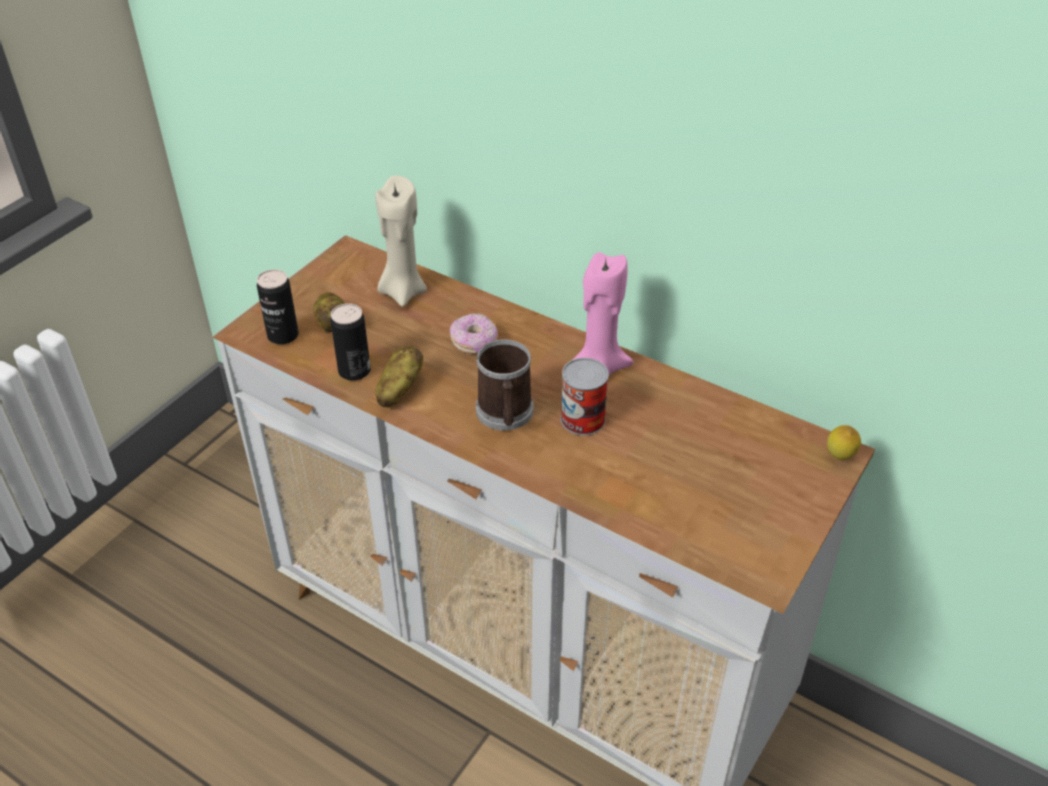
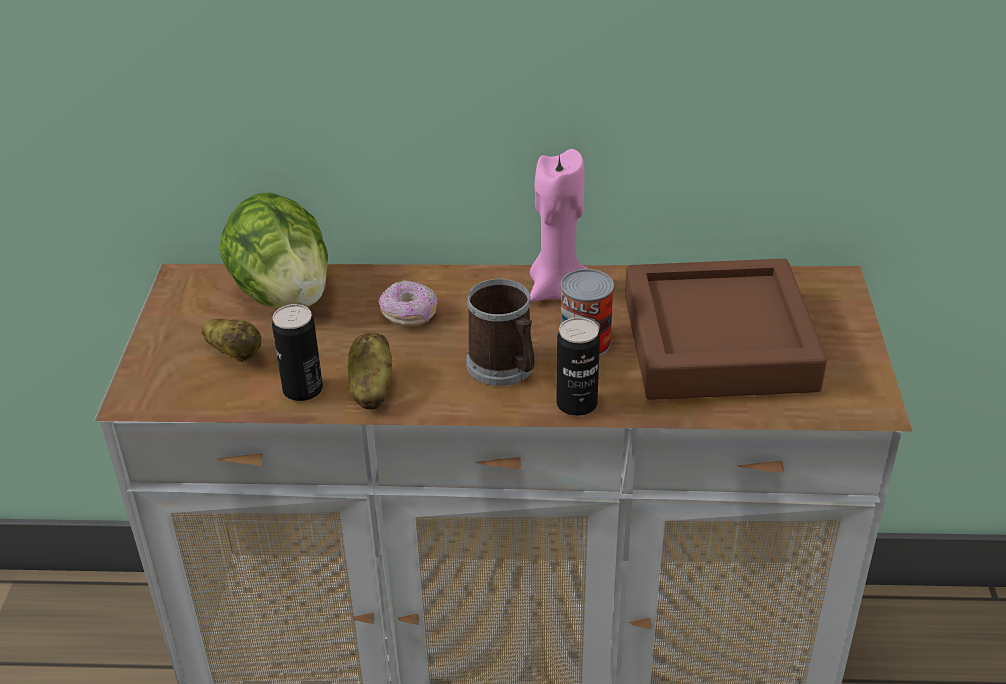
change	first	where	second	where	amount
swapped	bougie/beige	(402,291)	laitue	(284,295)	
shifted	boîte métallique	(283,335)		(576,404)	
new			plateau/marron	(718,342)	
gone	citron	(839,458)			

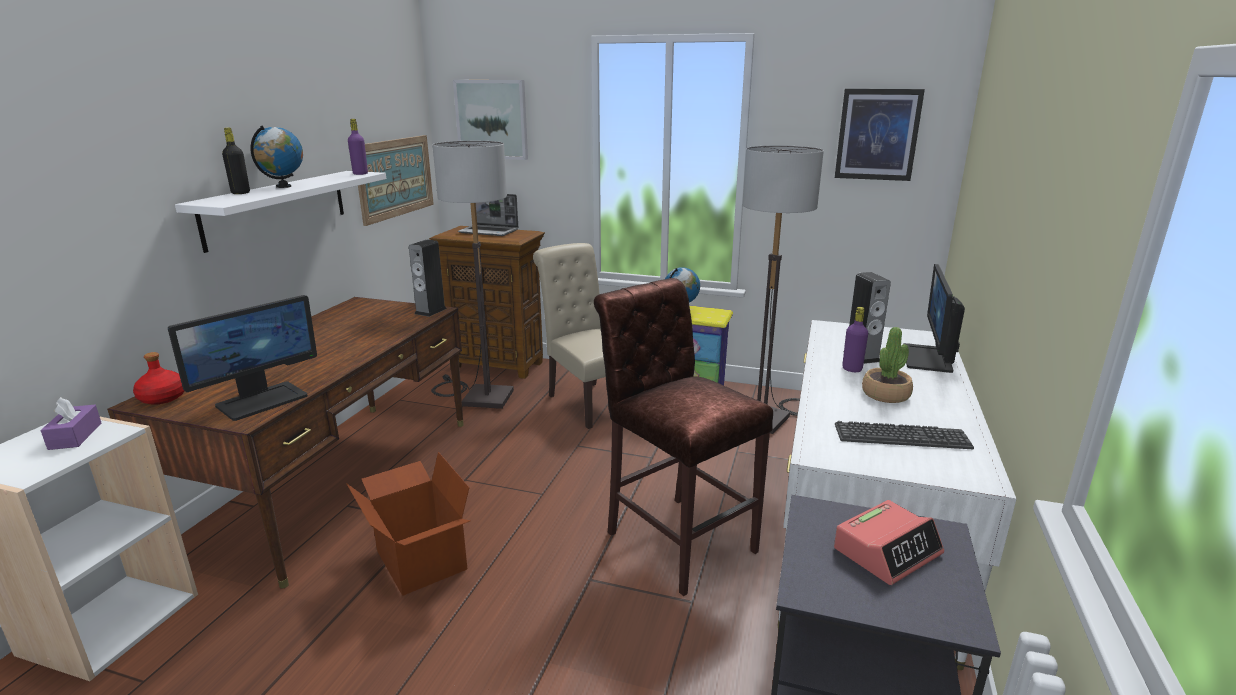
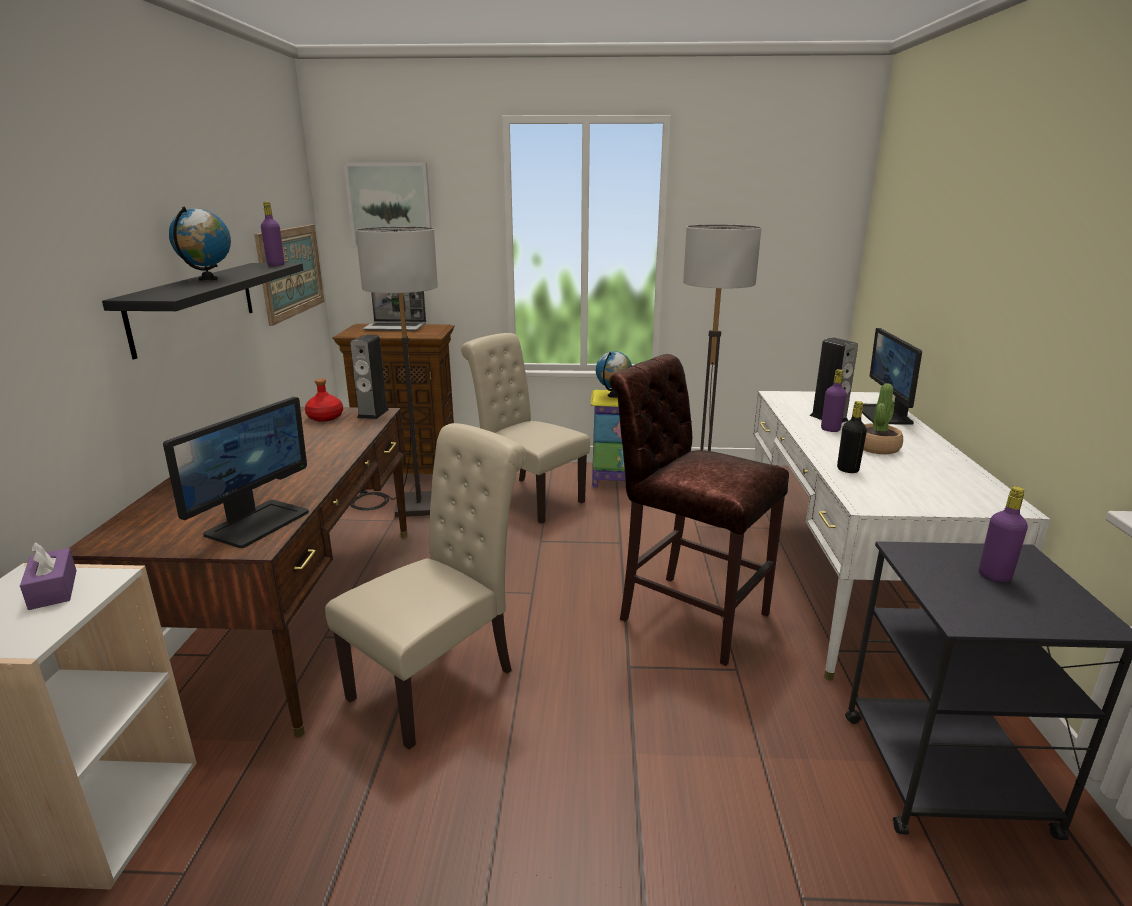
change	first	where	second	where	amount
repainted	étagère/blanc	(277,208)	étagère/noir	(195,305)	
shifted	bouteille/rouge	(162,398)		(325,417)	
swapped	carton	(419,560)	chaise/beige	(441,679)	
shifted	bouteille/noir	(240,193)		(847,469)	
swapped	réveil	(887,551)	bouteille/violet	(994,576)	
gone	tableau	(877,134)			
gone	clavier	(901,436)			

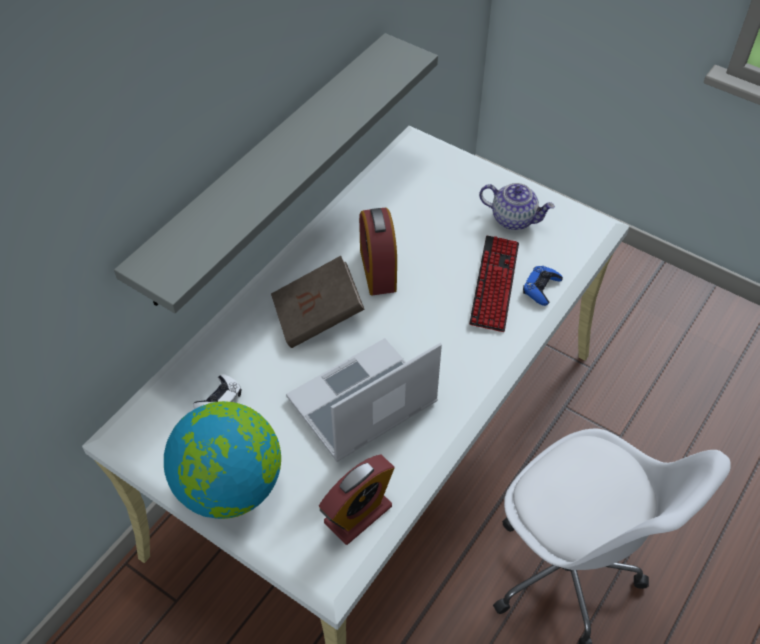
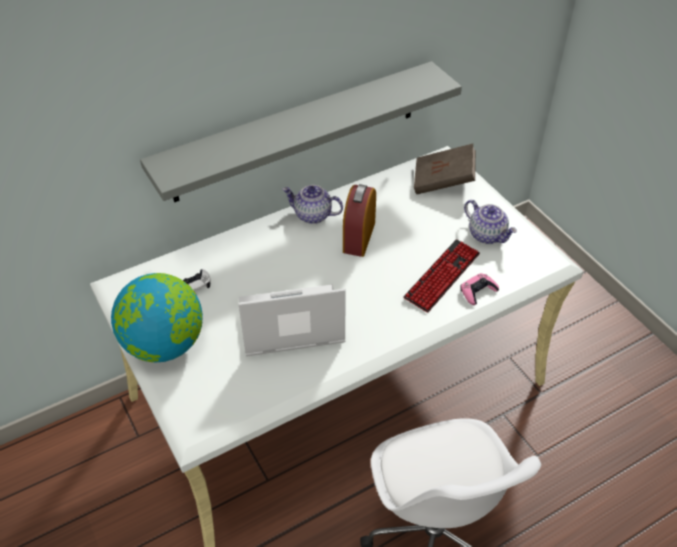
change	first	where	second	where	amount
new			théière	(312,215)	
shifted	livre/marron	(318,316)		(443,182)	
repainted	manette/bleu	(541,288)	manette/rose	(477,291)	
gone	réveil	(358,514)			

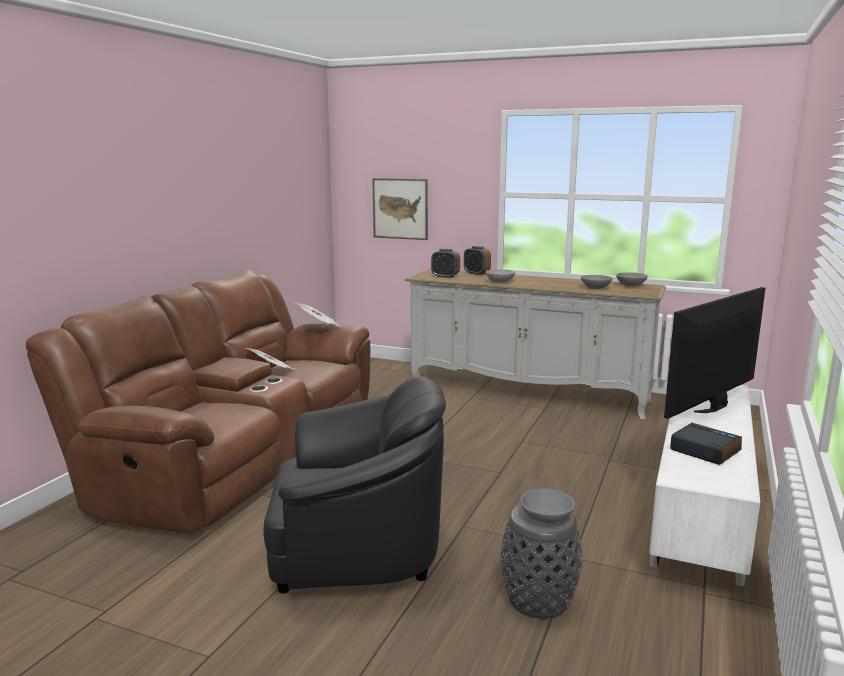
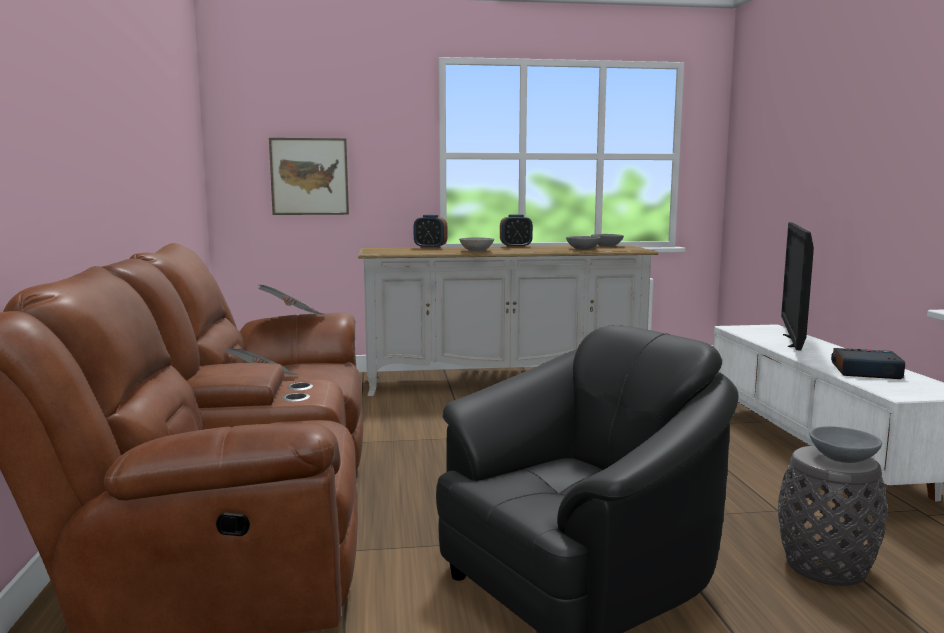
change	first	where	second	where	amount
shifted	réveil	(445,277)		(516,247)	

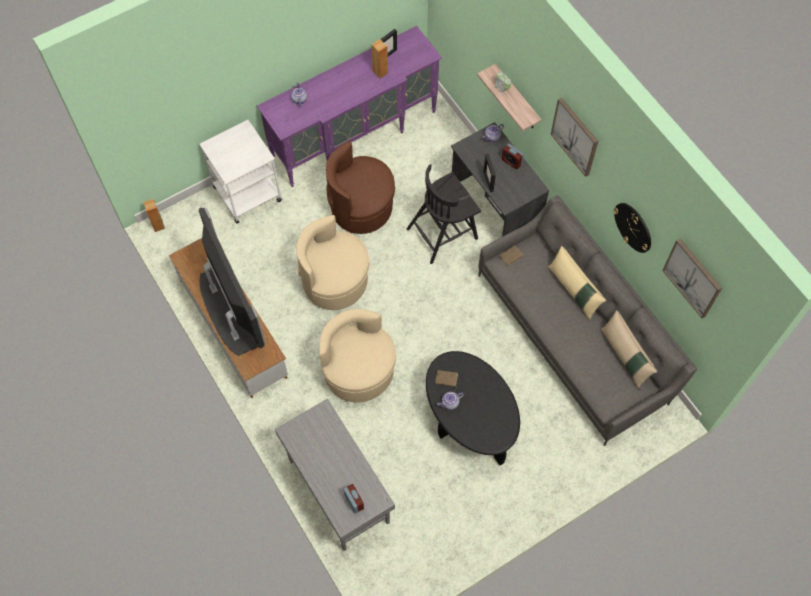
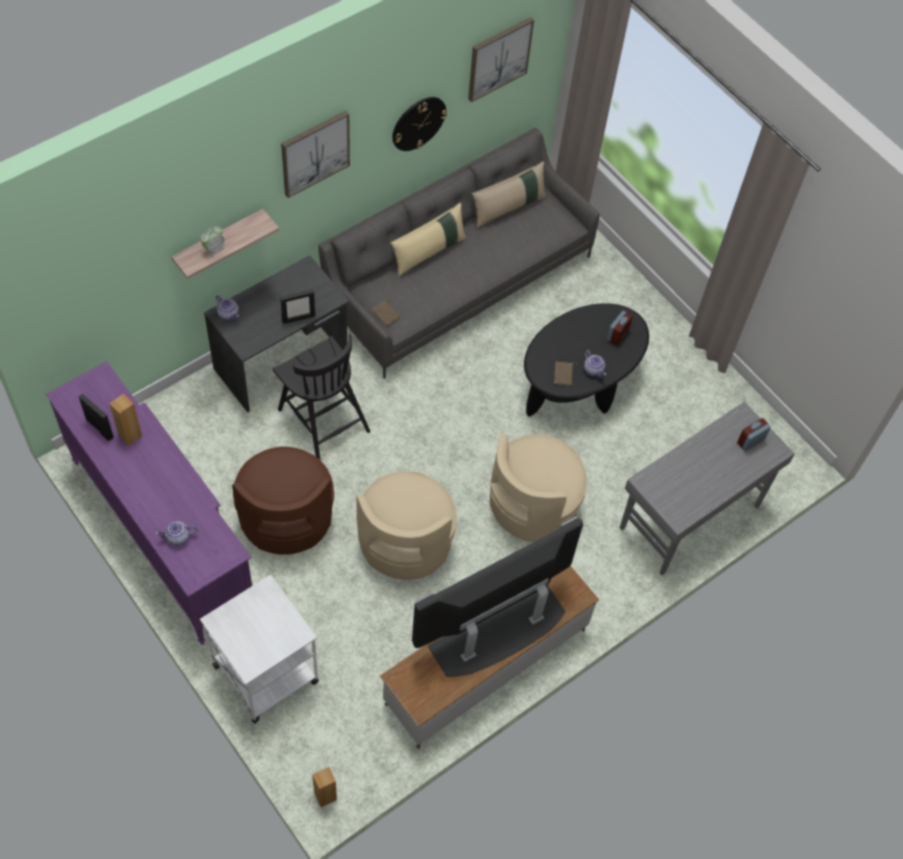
change	first	where	second	where	amount
shifted	réveil	(511,162)		(617,335)	

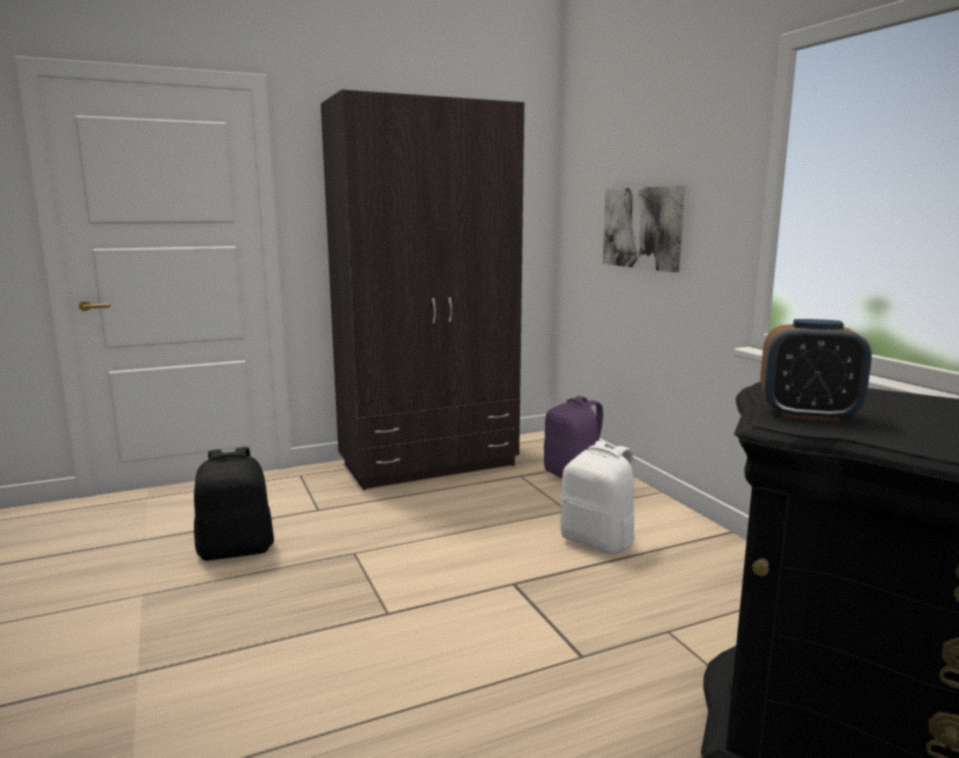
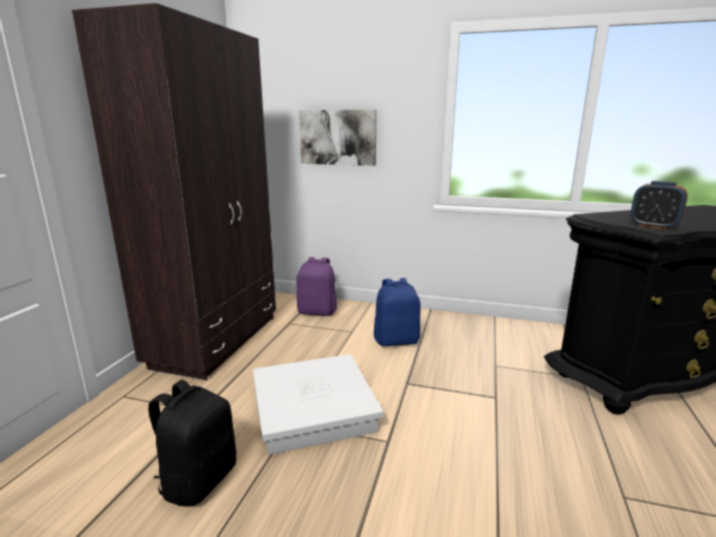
change	first	where	second	where	amount
new			boîte de rangement/blanc	(314,409)	
repainted	sac à dos/blanc	(598,542)	sac à dos/bleu	(396,340)	
rotated	réveil	(808,415)		(653,226)	75 degrees clockwise

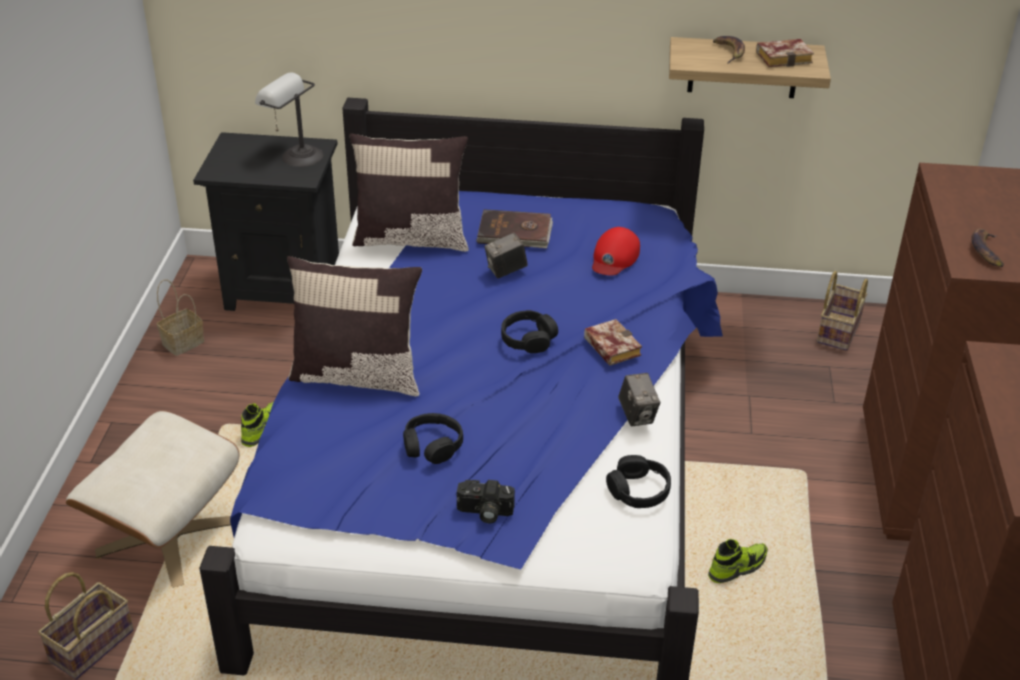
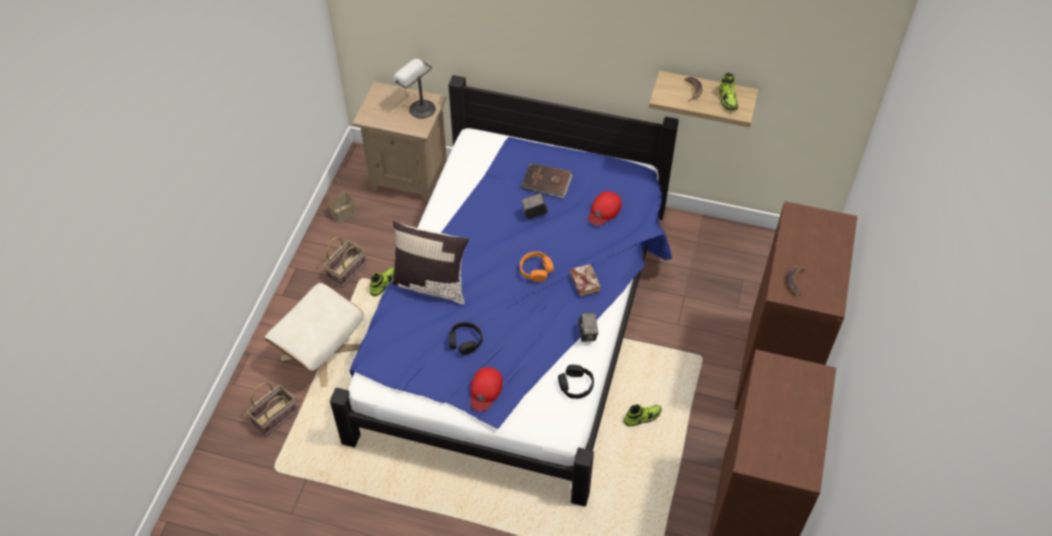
change	first	where	second	where	amount
shifted	panier	(837,330)		(347,270)	
repainted	table de chevet/noir	(284,291)	table de chevet/beige	(409,178)	
swapped	appareil photo	(484,512)	casquette/rouge	(485,390)	
repainted	casque audio/noir	(528,339)	casque audio/orange	(536,270)	
swapped	livre	(785,57)	chaussure	(727,99)	
gone	coussin	(411,240)			

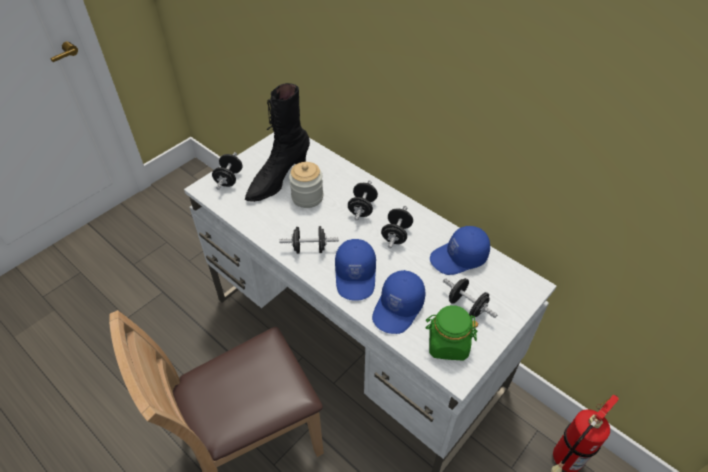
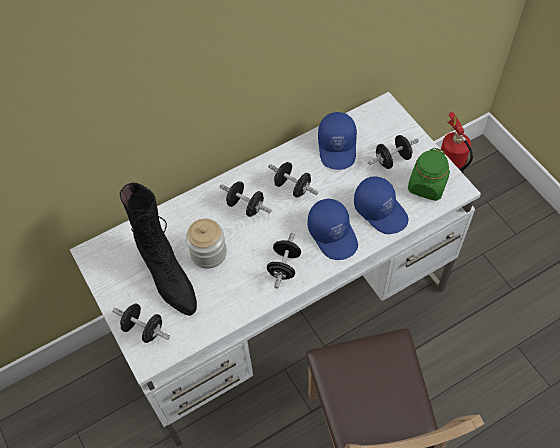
change	first	where	second	where	amount
rotated	casquette/bleu	(356,276)		(333,234)	45 degrees clockwise

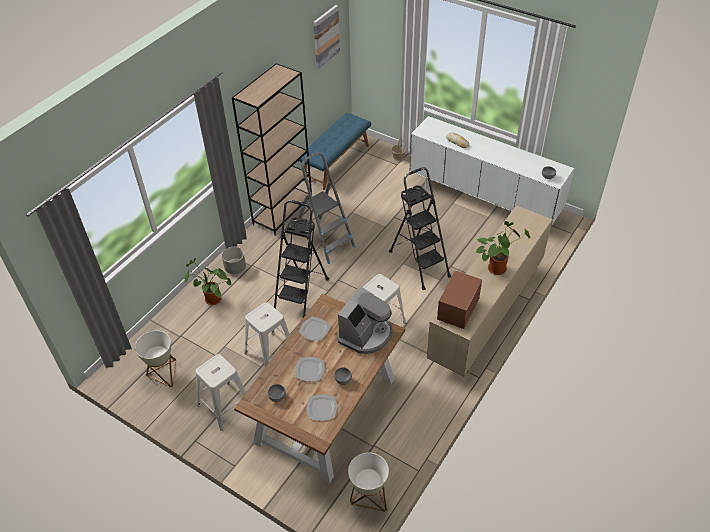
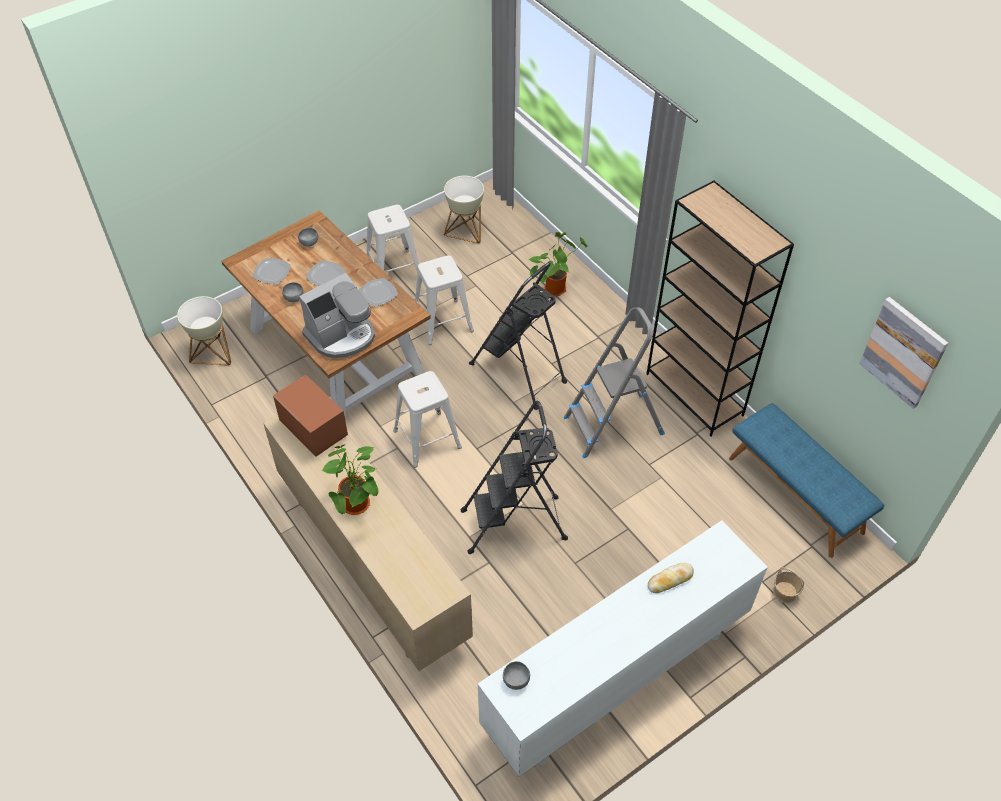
change	first	where	second	where	amount
rotated	machine à café	(366,334)		(342,335)	90 degrees counterclockwise
gone	cache-pot/gris	(235,268)			

